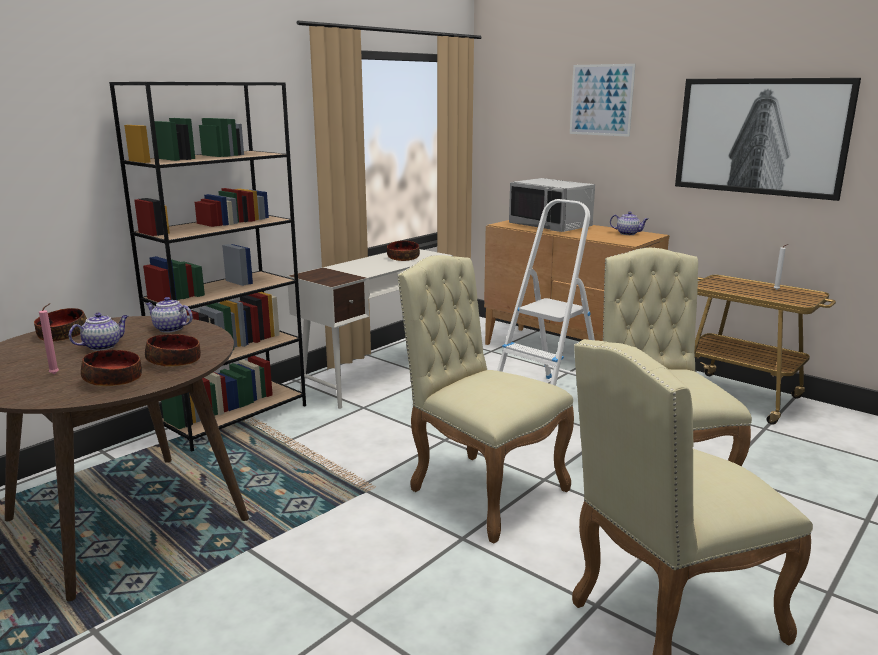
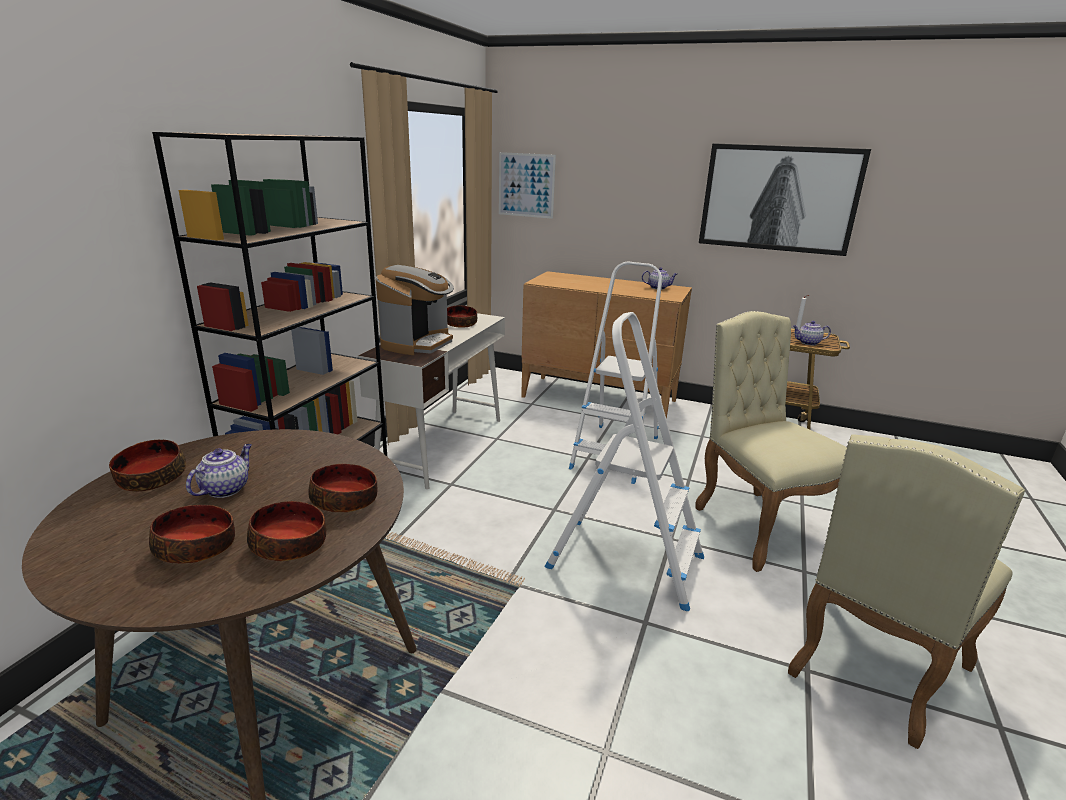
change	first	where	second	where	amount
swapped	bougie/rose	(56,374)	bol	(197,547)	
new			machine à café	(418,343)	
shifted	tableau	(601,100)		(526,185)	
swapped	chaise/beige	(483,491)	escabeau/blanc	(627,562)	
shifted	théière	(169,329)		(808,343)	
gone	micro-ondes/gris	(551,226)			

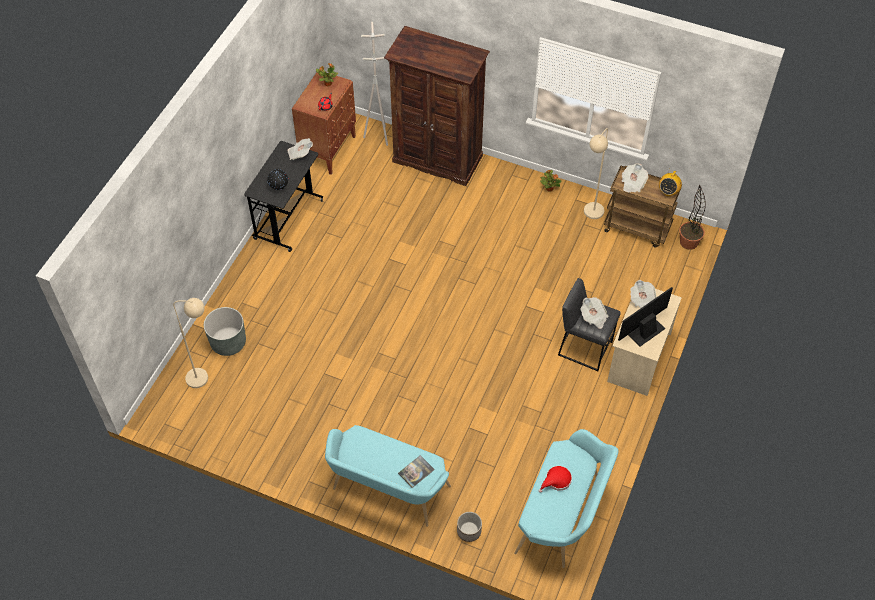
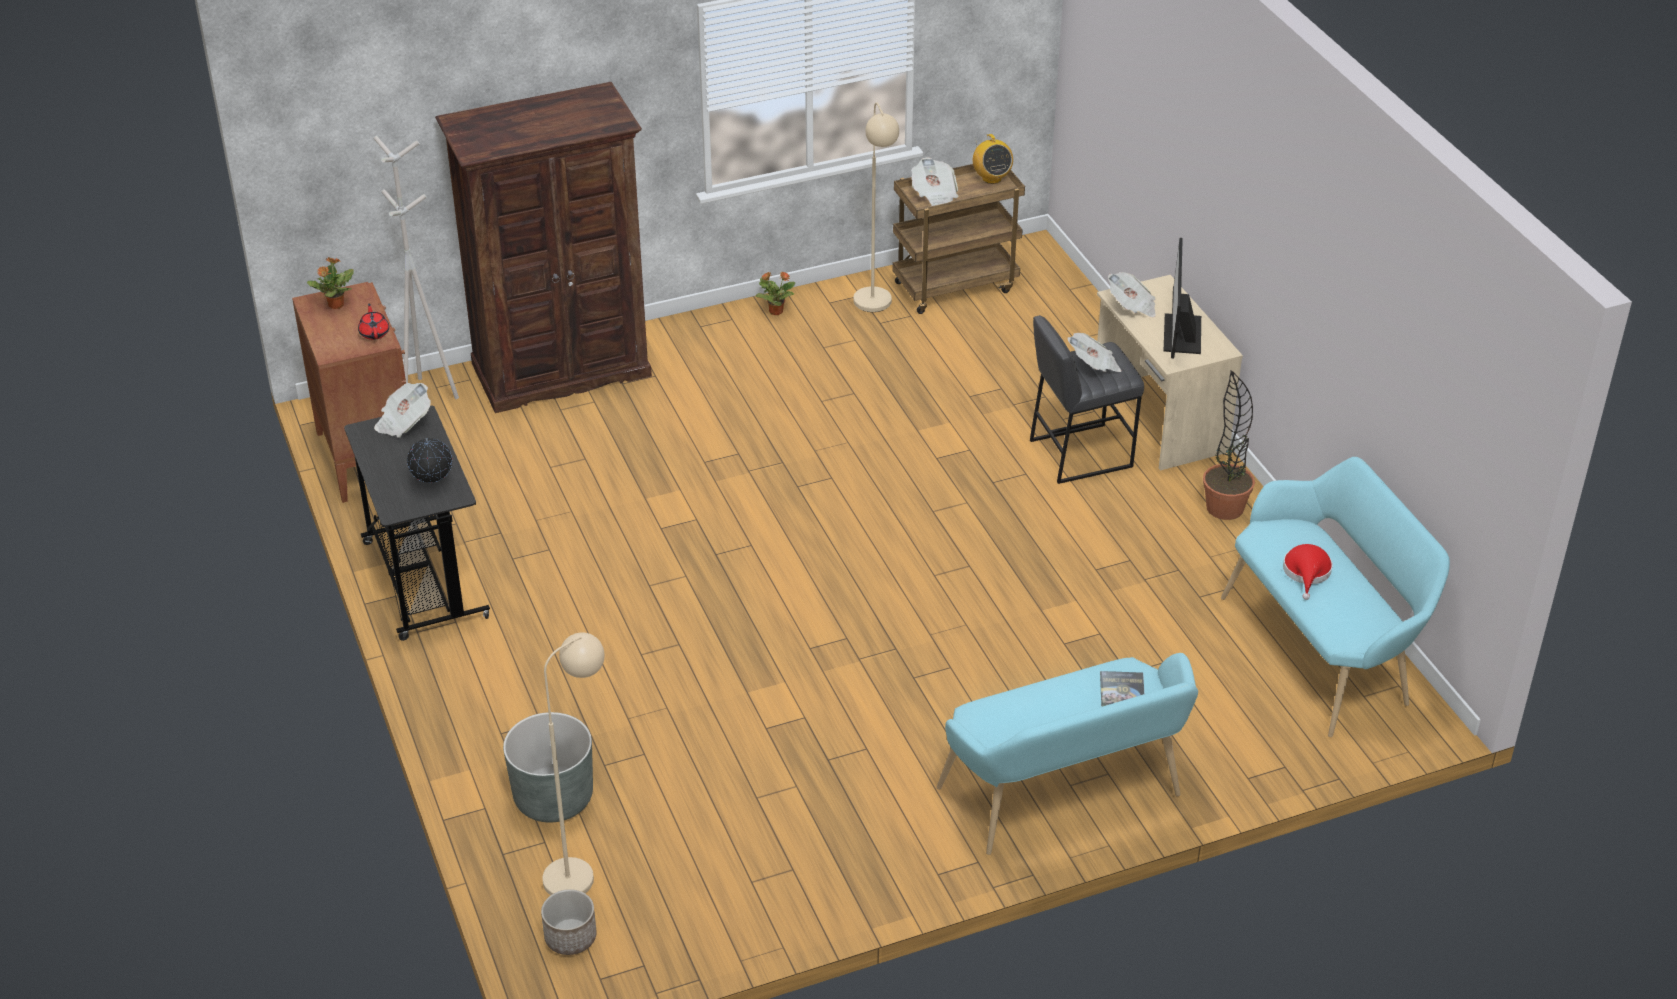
change	first	where	second	where	amount
shifted	cache-pot	(469,531)		(570,937)	
shifted	plante en pot	(688,242)		(1224,508)	

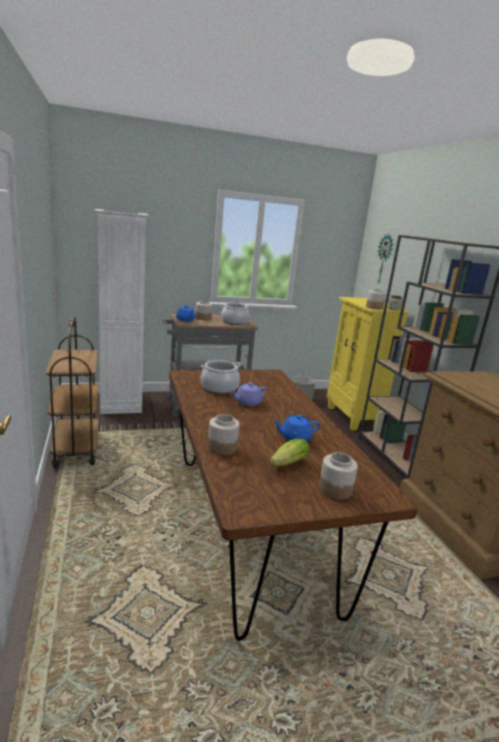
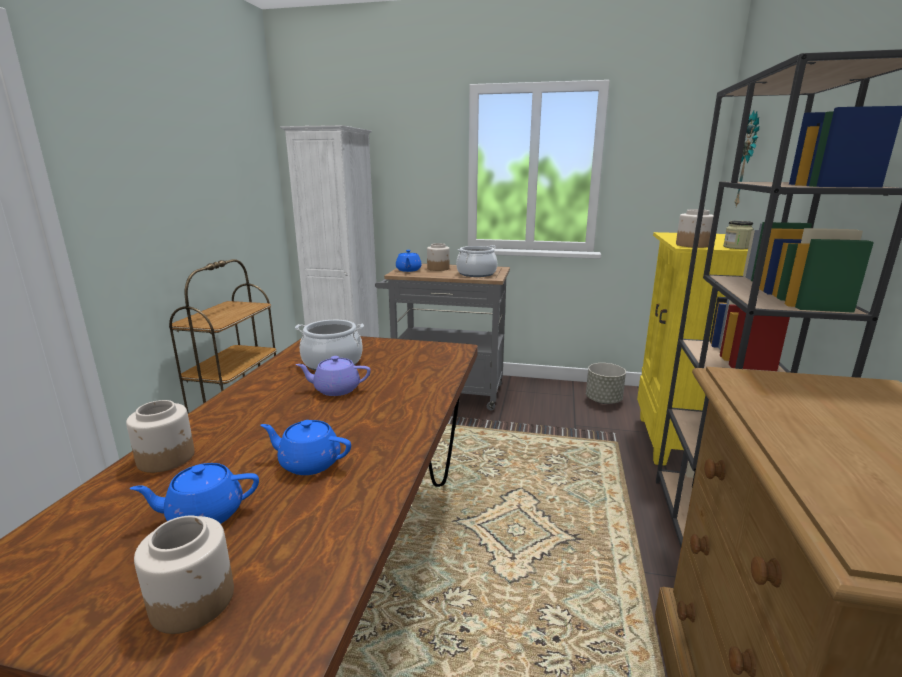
change	first	where	second	where	amount
swapped	laitue	(286,465)	théière/bleu	(204,515)	

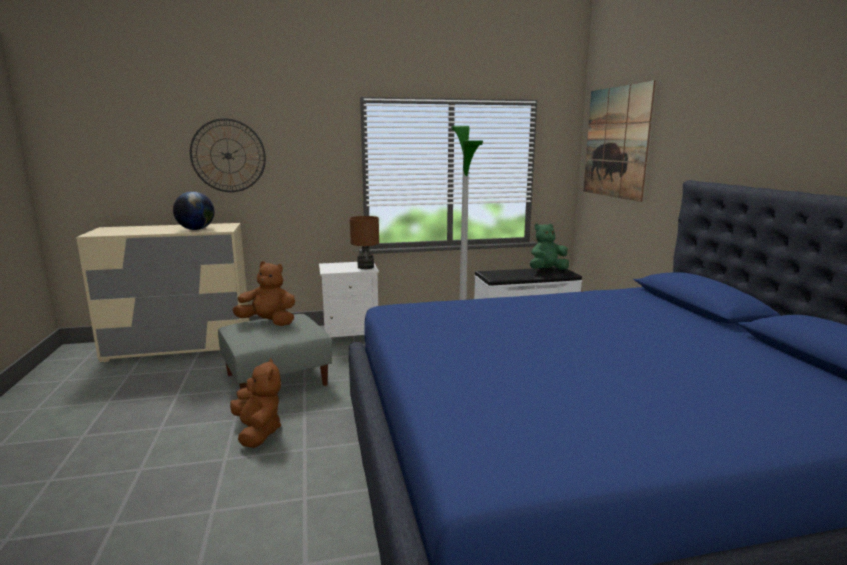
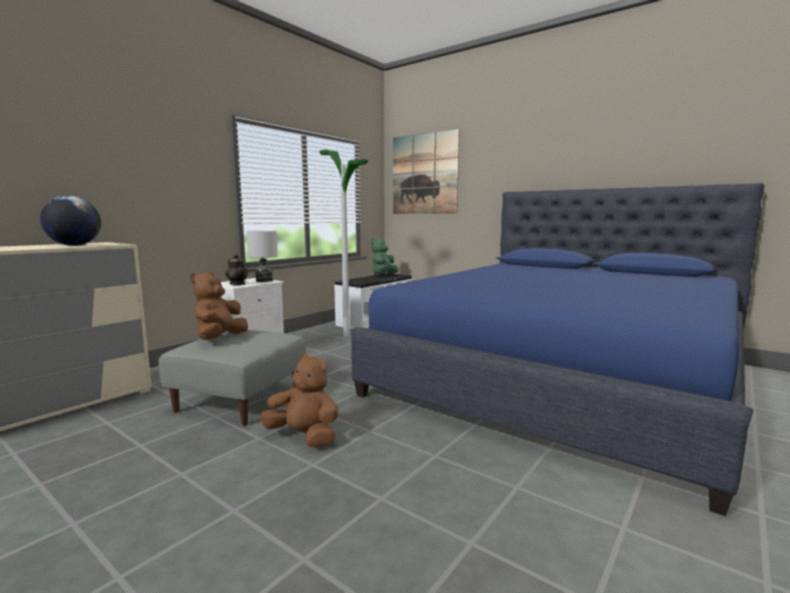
change	first	where	second	where	amount
rotated	peluche/marron	(268,322)		(220,339)	45 degrees counterclockwise
new			théière	(237,284)	
repainted	lampe de table/marron	(366,267)	lampe de table/gris	(264,280)	
gone	horloge murale	(228,155)			

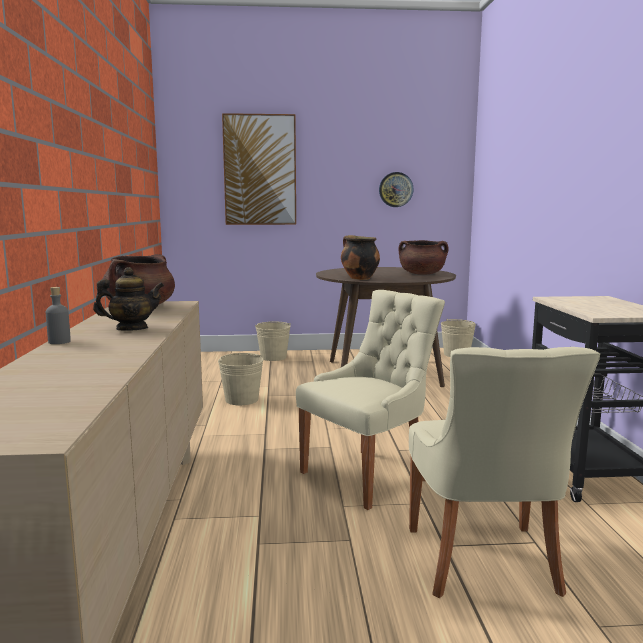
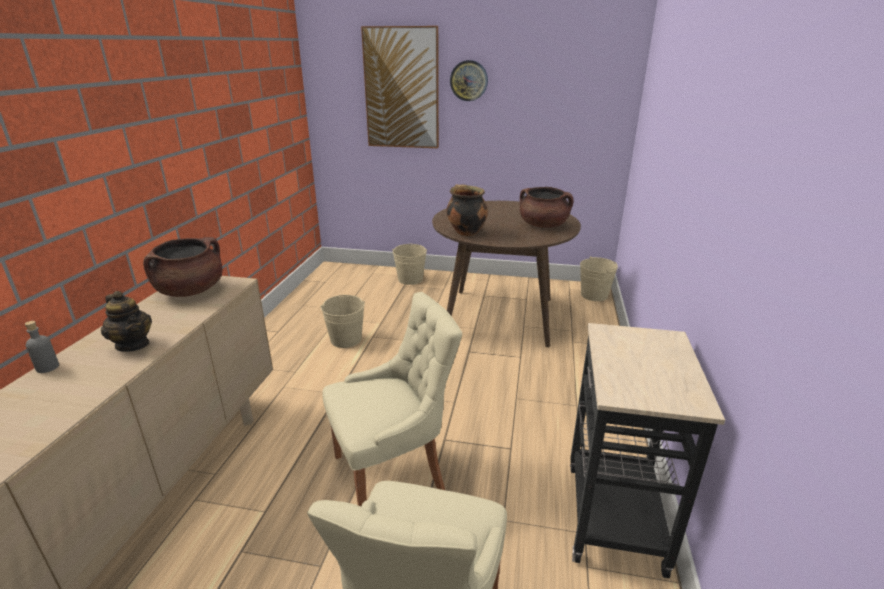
change	first	where	second	where	amount
rotated	théière	(131,329)		(133,344)	45 degrees clockwise
shifted	horloge murale	(395,189)		(469,80)	

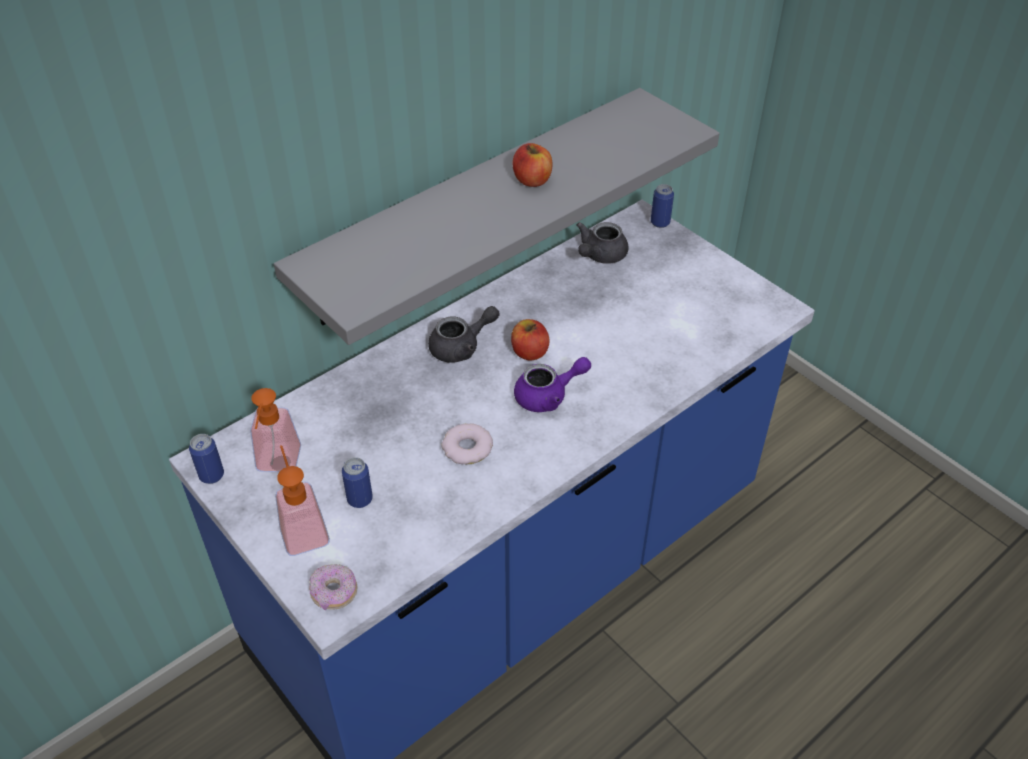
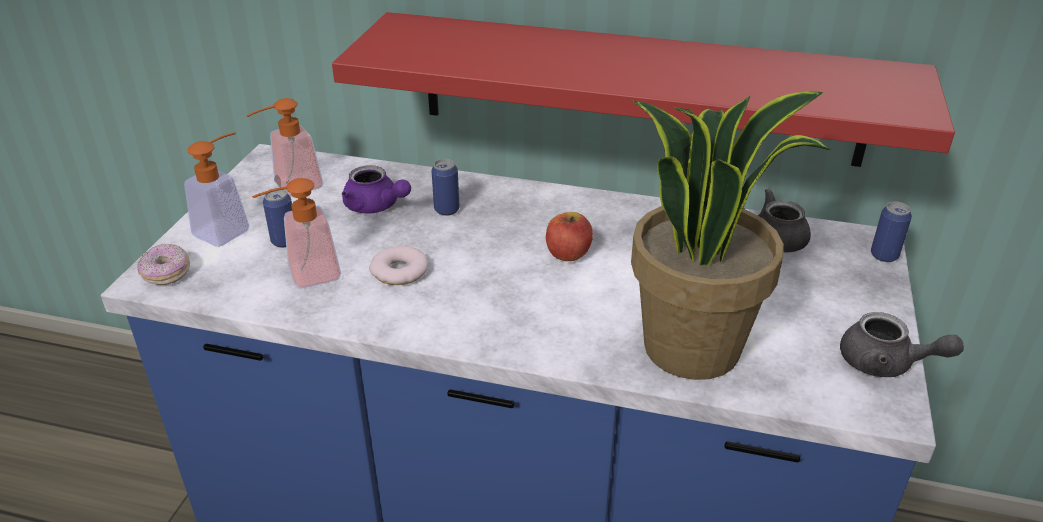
change	first	where	second	where	amount
new			distributeur de savon	(304,276)	
repainted	étagère/gris	(475,205)	étagère/rouge	(639,89)	
shifted	théière/violet	(548,396)		(376,207)	
shifted	boîte métallique	(211,475)		(446,210)	
new			plante en pot	(692,346)	
shifted	théière/gris	(461,347)		(886,364)	
gone	pomme	(532,180)			

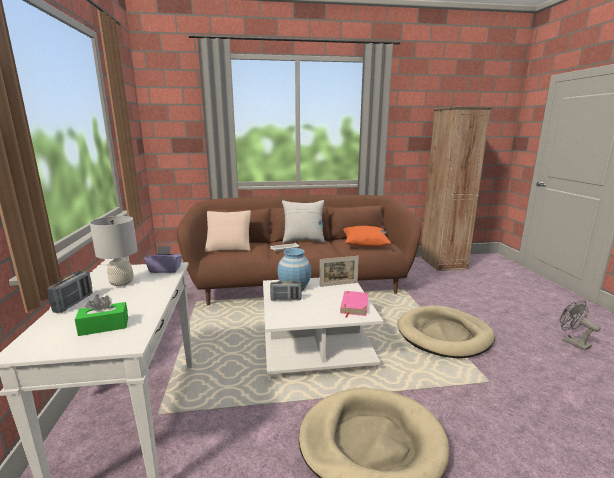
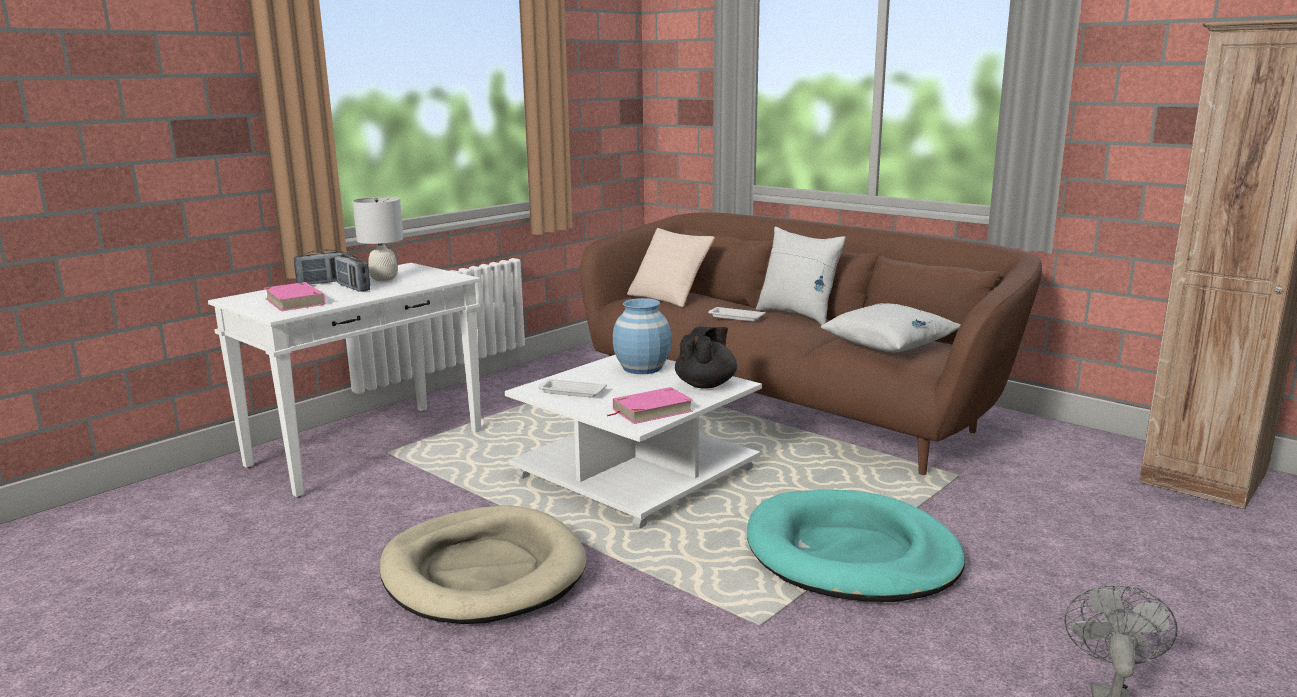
change	first	where	second	where	amount
swapped	boîte à mouchoirs/vert	(104,326)	livre/rose	(295,301)	
shifted	radio	(286,299)		(353,288)	
new			plateau/blanc	(571,392)	
swapped	cadre photo	(338,284)	théière/noir	(706,385)	
repainted	panier pour chien/beige	(444,335)	panier pour chien/turquoise	(851,554)	
repainted	coussin/orange	(365,244)	coussin/gris	(888,345)	
gone	boîte à mouchoirs/violet	(165,270)			

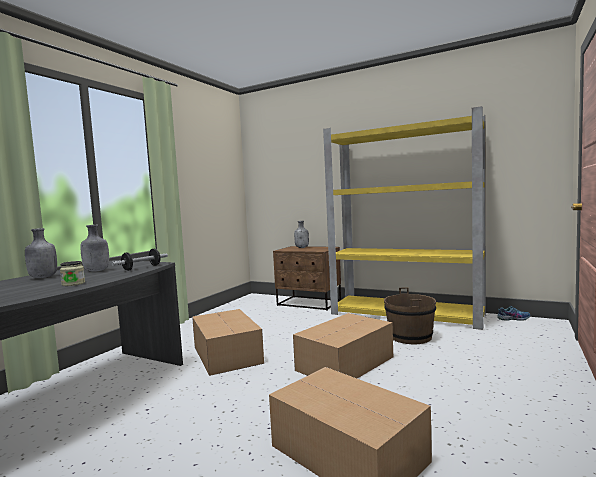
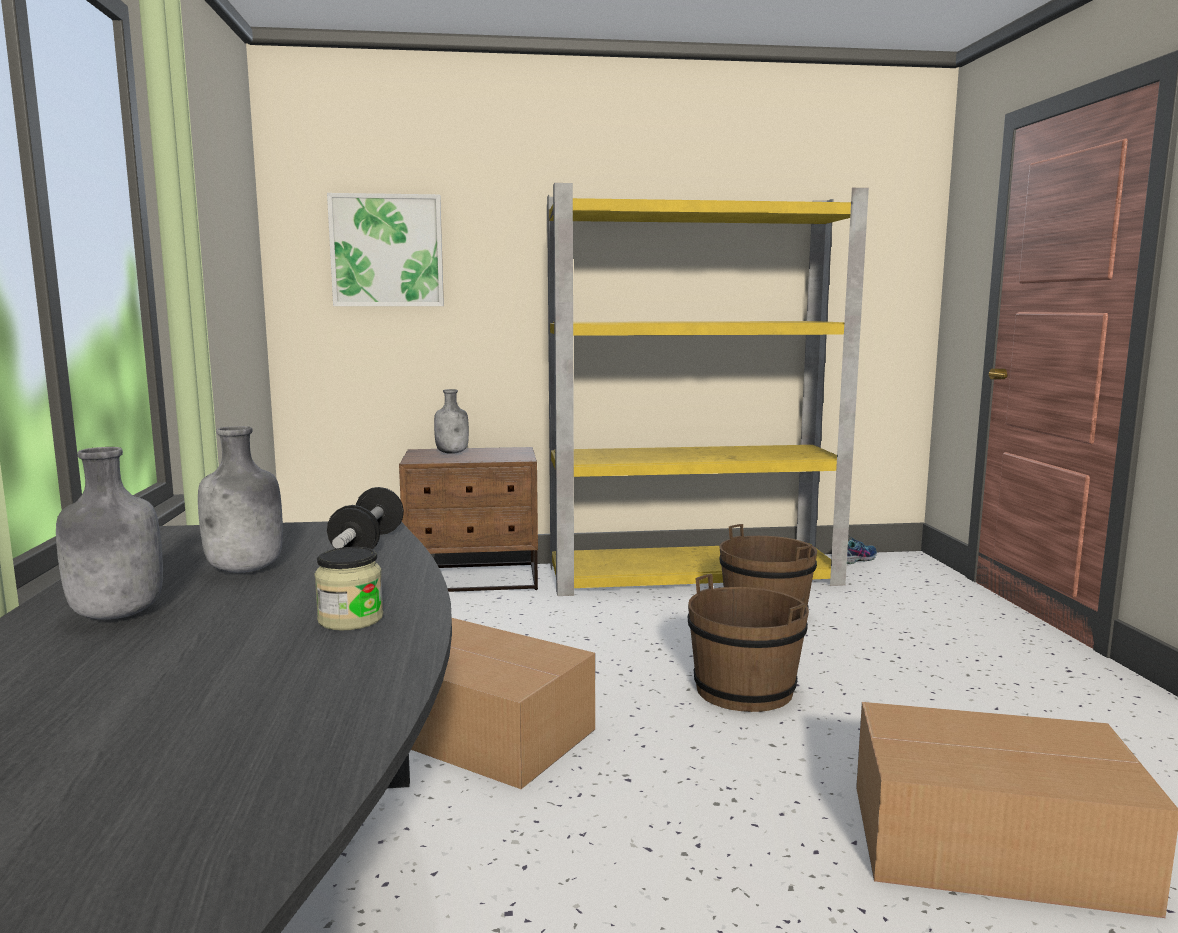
change	first	where	second	where	amount
new			tableau	(387,251)	
swapped	carton	(346,363)	seau/marron	(744,690)	

